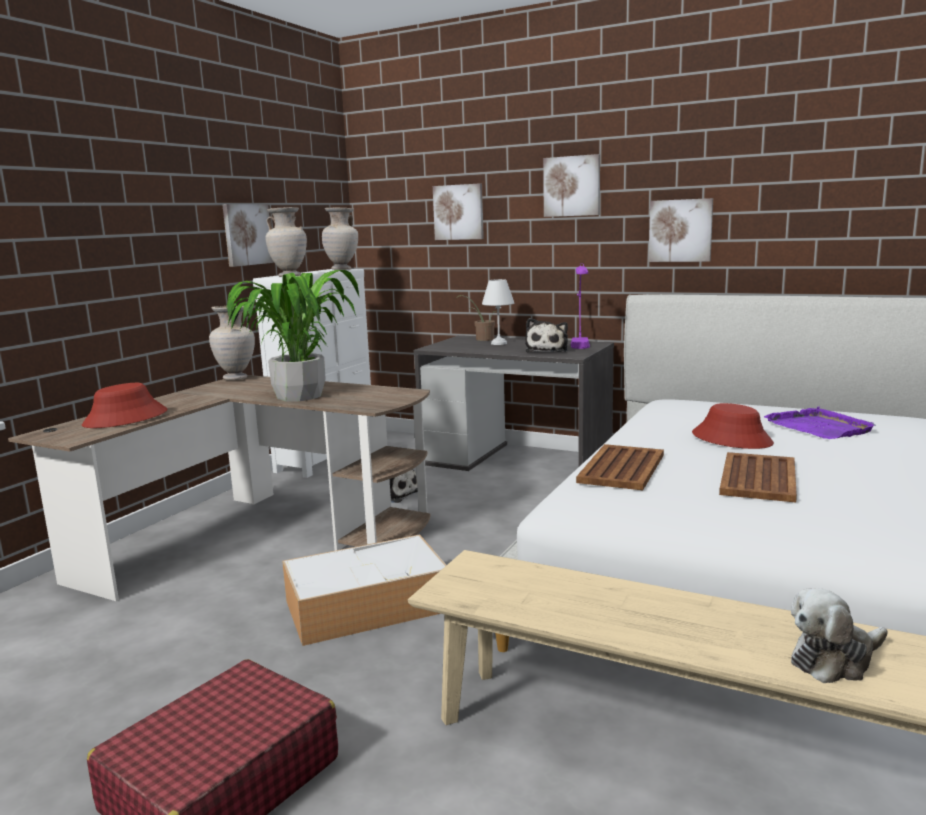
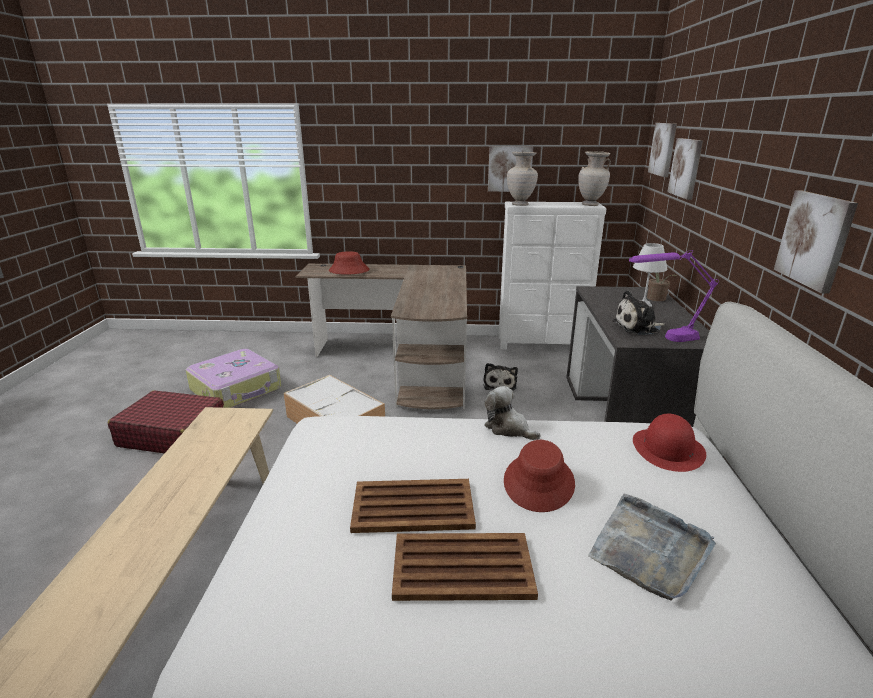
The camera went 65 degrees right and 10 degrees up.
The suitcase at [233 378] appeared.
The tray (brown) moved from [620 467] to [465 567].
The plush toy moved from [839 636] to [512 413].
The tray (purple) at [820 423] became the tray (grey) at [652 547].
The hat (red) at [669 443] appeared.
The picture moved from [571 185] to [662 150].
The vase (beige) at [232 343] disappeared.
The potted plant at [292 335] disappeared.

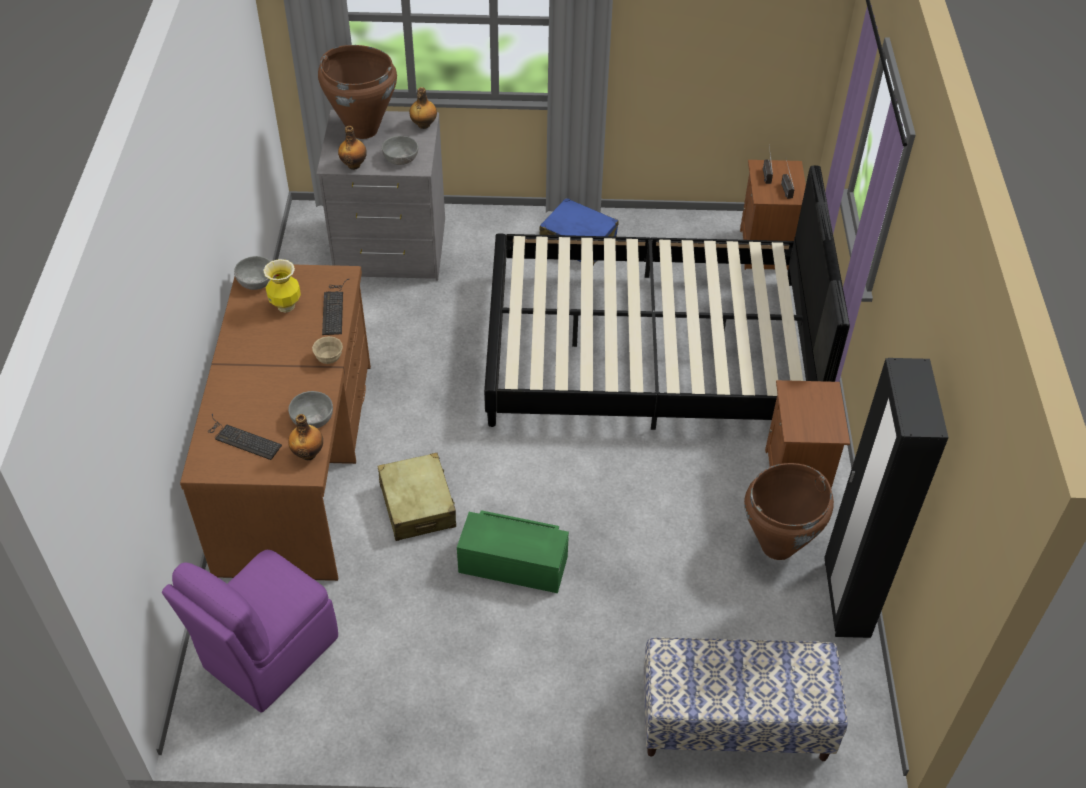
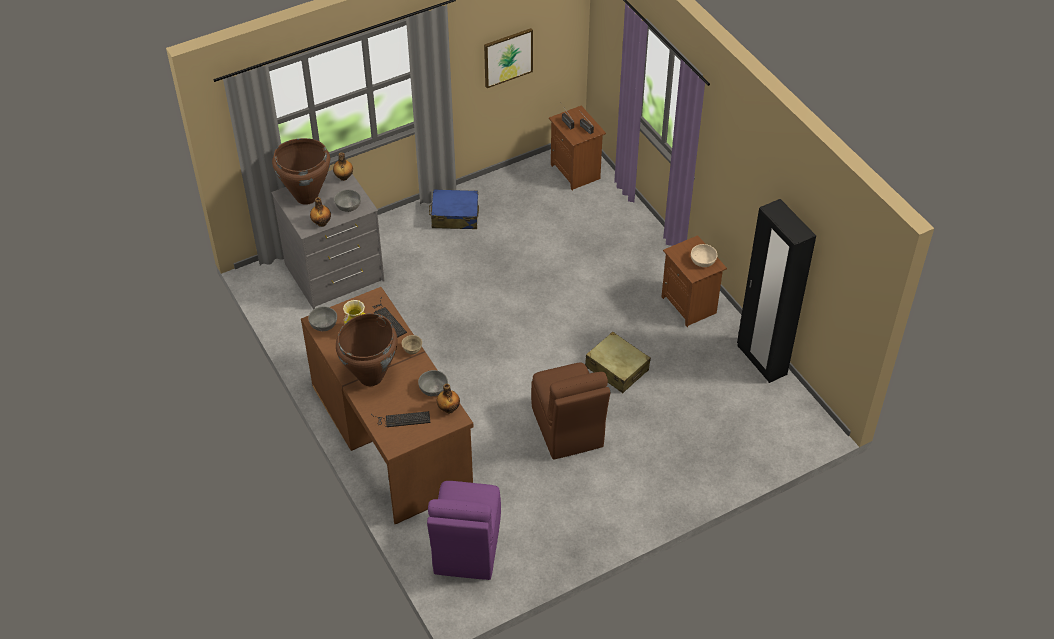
The camera went 30 degrees left and 0 degrees up.
The vase (brown) moved from [789 511] to [366 349].
The picture at [508 58] appeared.
The storage box (green) at [513 551] was replaced by the chair (brown) at [570 411].
The suitcase (beige) moved from [417 497] to [618 362].
The bowl (beige) at [704 255] appeared.
The bed (black) at [667 297] disappeared.
The bench at [746 699] disappeared.

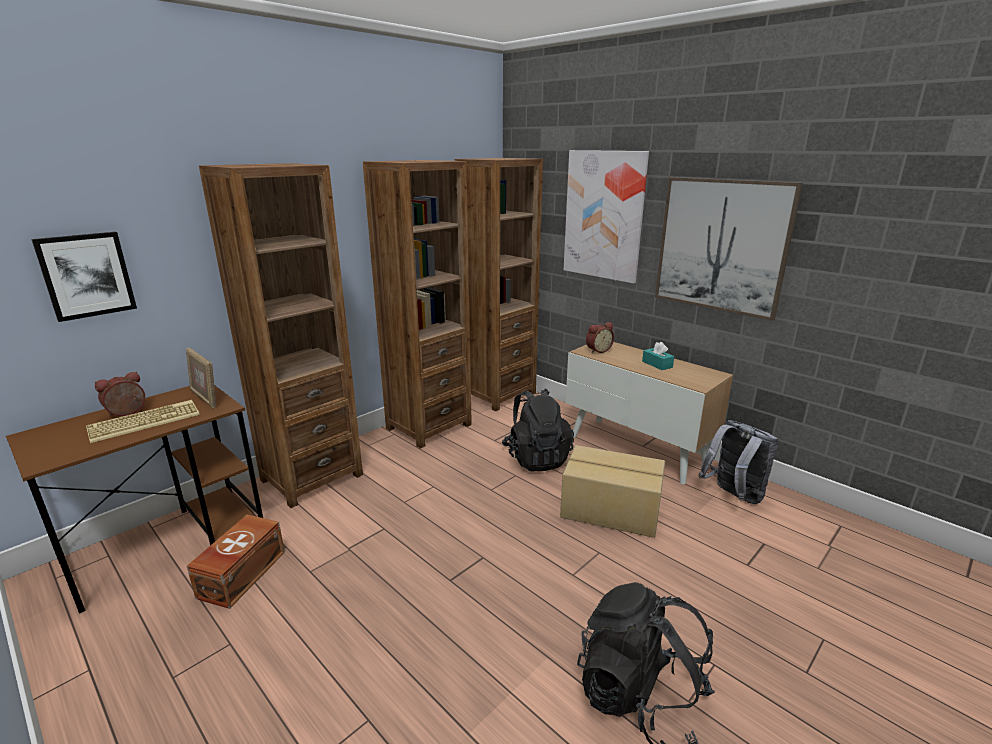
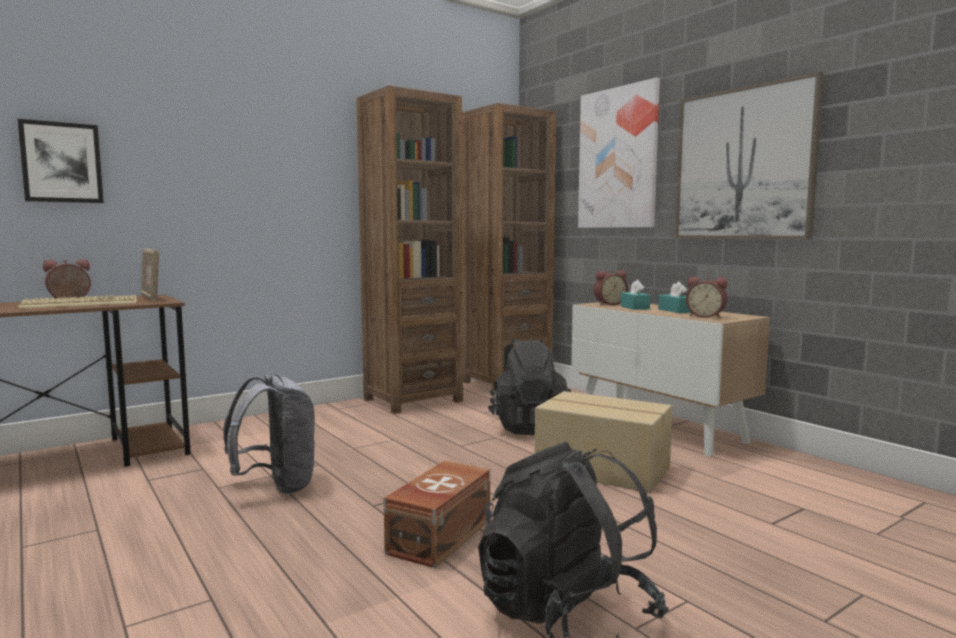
The camera went 10 degrees right and 15 degrees down.
The backpack (grey) moved from [739 462] to [269 433].
The storage box (brown) moved from [236 562] to [437 514].
The tissue box (turquoise) at [635 295] appeared.
The alarm clock at [706 297] appeared.
The bookcase (brown) at [281 335] disappeared.

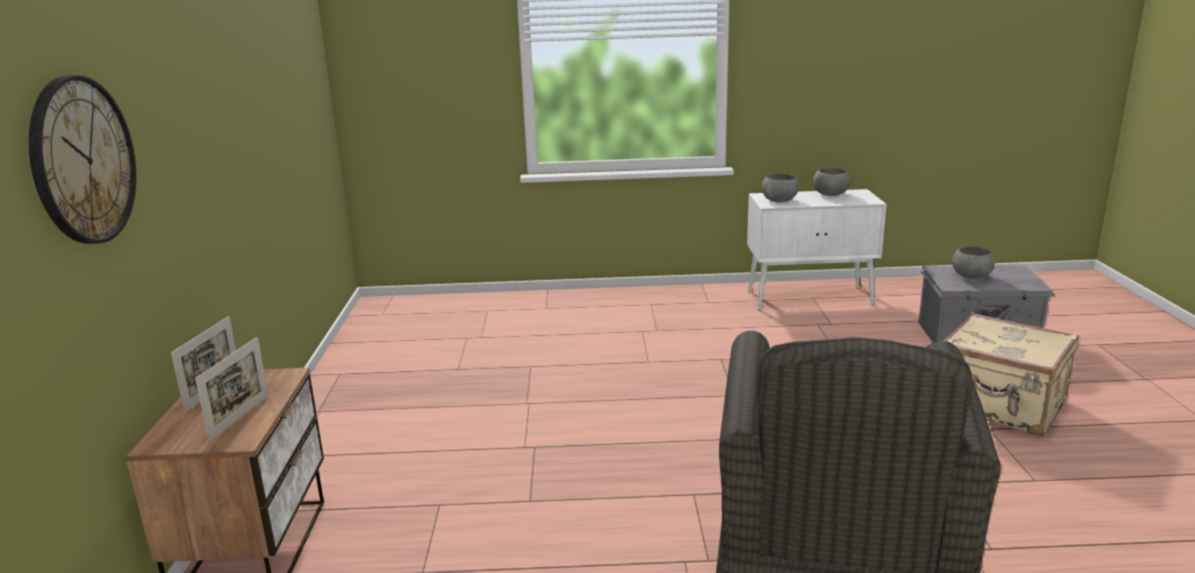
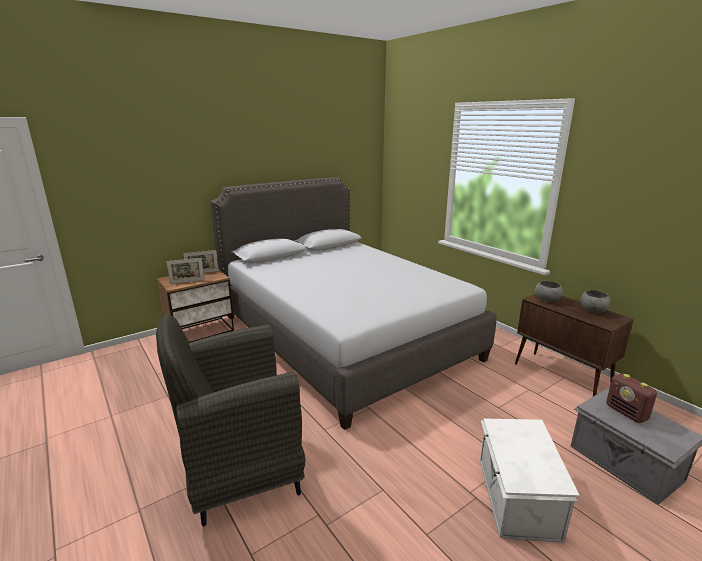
The camera went 55 degrees right and 0 degrees up.
The bed (grey) at [353 303] appeared.
The suitcase (beige) at [1011 374] was replaced by the storage box (white) at [530 480].
The cabinet (white) at [817 249] became the cabinet (brown) at [574 345].
The bowl (grey) at [973 262] was replaced by the radio at [631 398].
The wall clock at [82 159] disappeared.

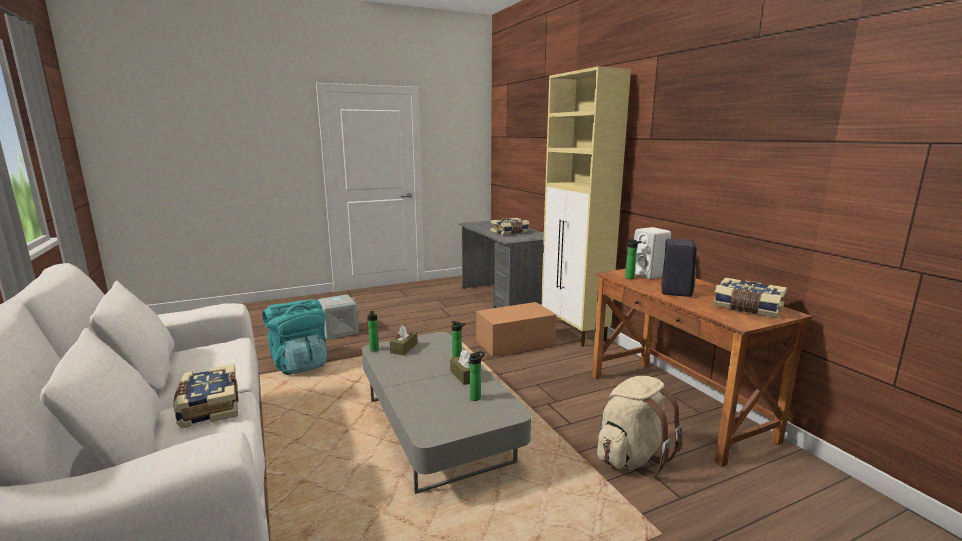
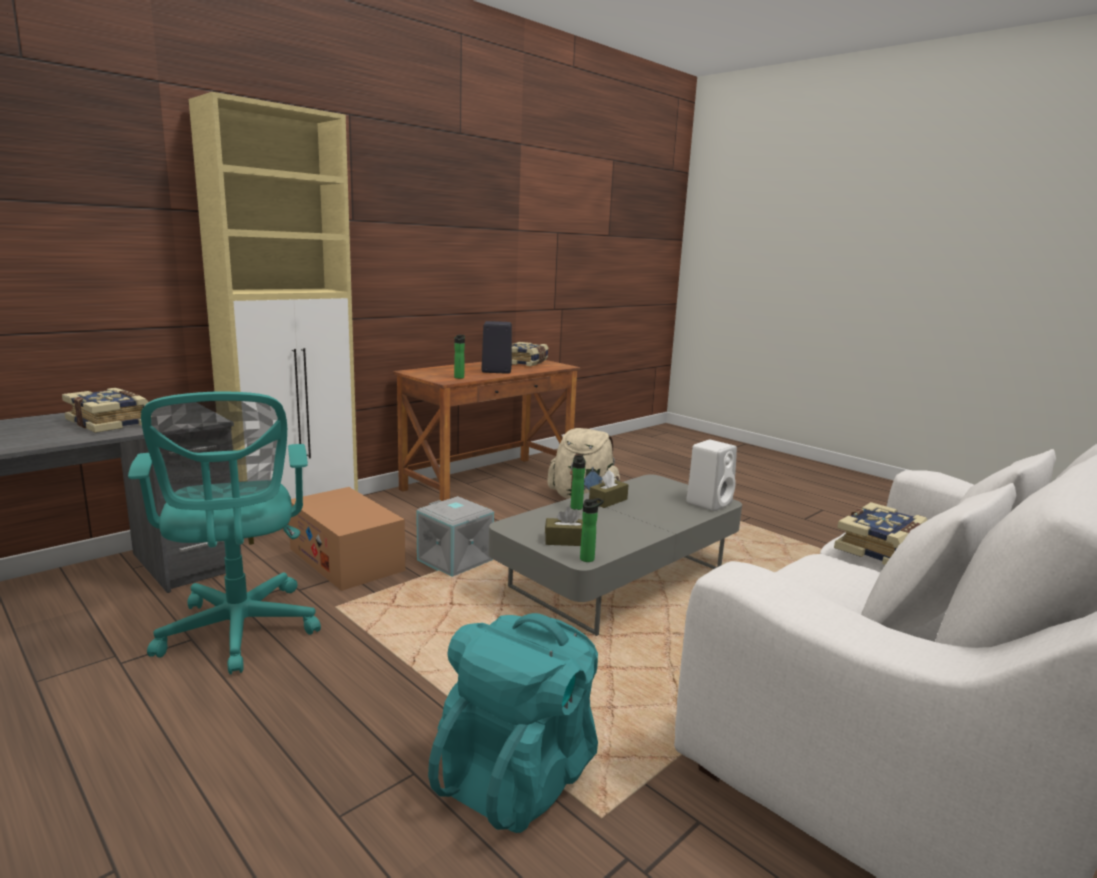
The camera went 110 degrees left and 0 degrees up.
The office chair (turquoise) at [224 532] appeared.
The storage box (grey) moved from [338 317] to [455 536].
The speaker (white) moved from [652 253] to [711 475].
The bottle at [477 376] disappeared.

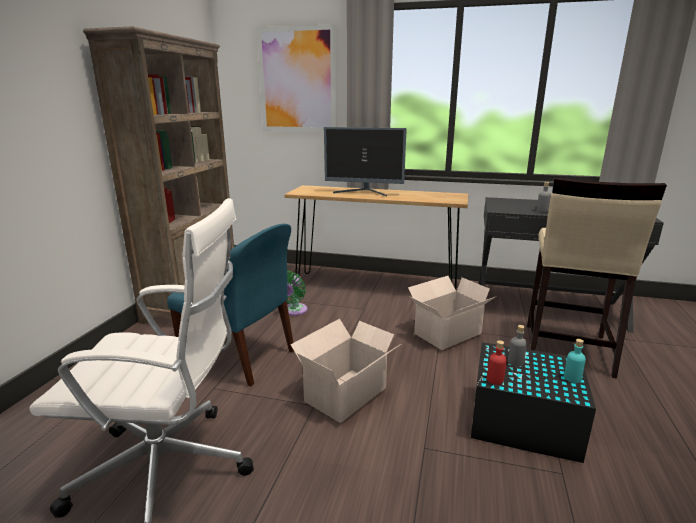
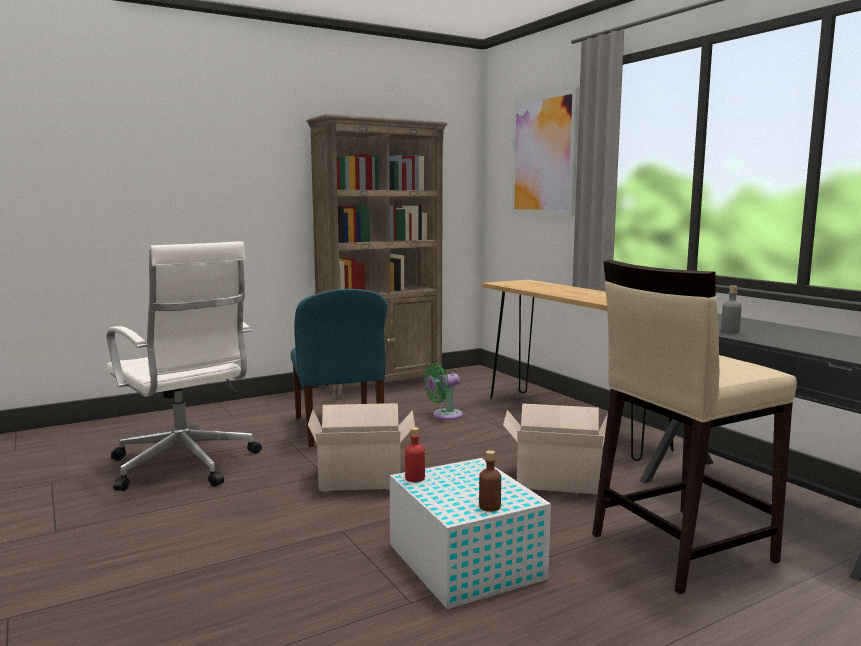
The camera went 45 degrees right and 10 degrees down.
The storage box (black) at [533 402] became the storage box (white) at [470 533].
The bottle (turquoise) at [575 361] became the bottle (brown) at [490 481].
The monitor at [365 161] disappeared.
The bottle (grey) at [517 346] disappeared.

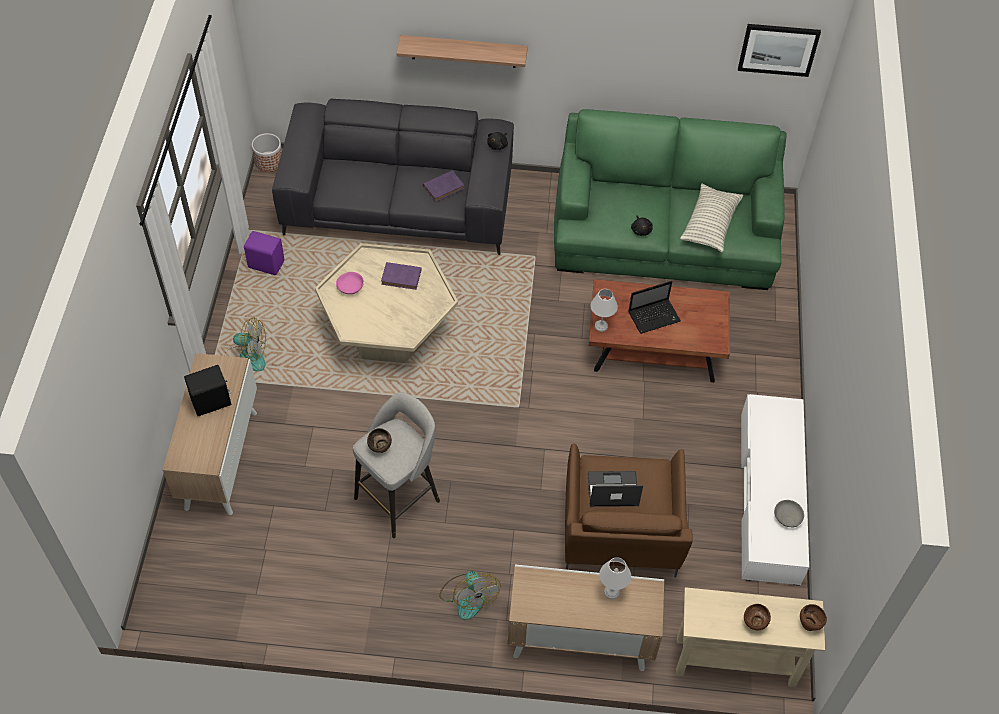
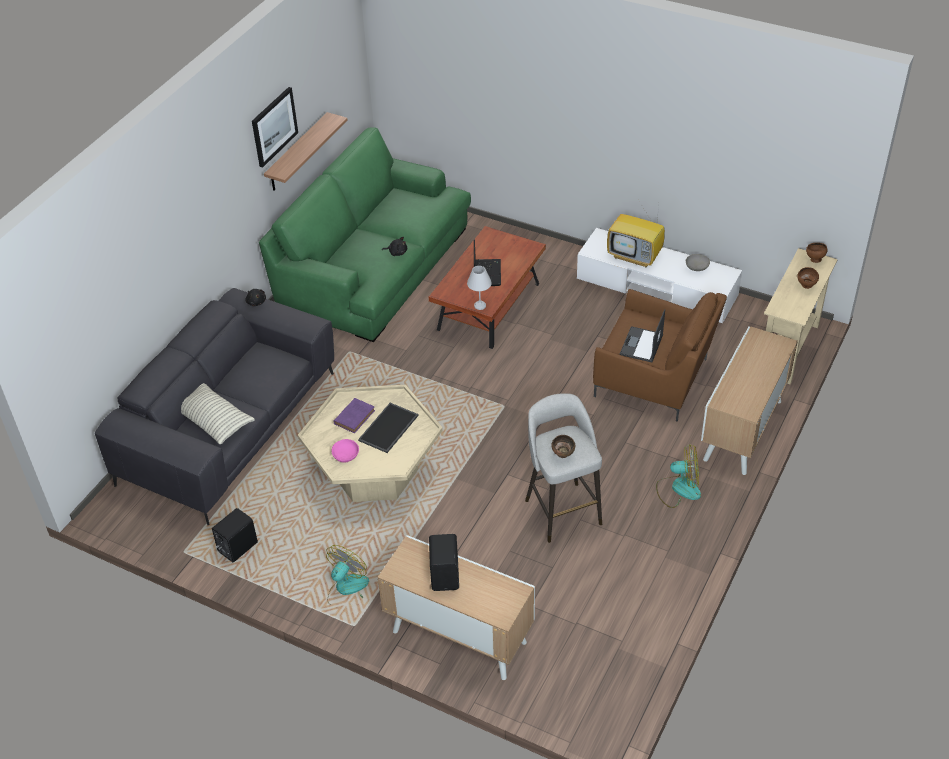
The camera went 65 degrees left and 10 degrees down.
The pillow moved from [711 218] to [218 413].
The speaker (purple) at [264 253] became the speaker (black) at [235 535].
The picture moved from [779 50] to [275 127].
The shelf moved from [462 51] to [306 151].
The tray at [388 428] appeared.
The television at [636 236] appeared.
The planter at [267 152] disappeared.
The book (purple) at [443 186] disappeared.
The table lamp (white) at [615 578] disappeared.

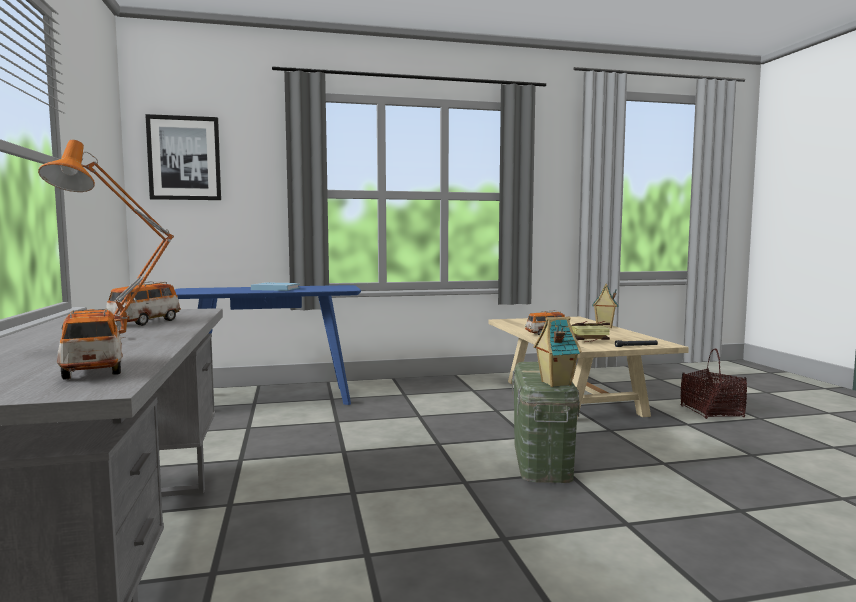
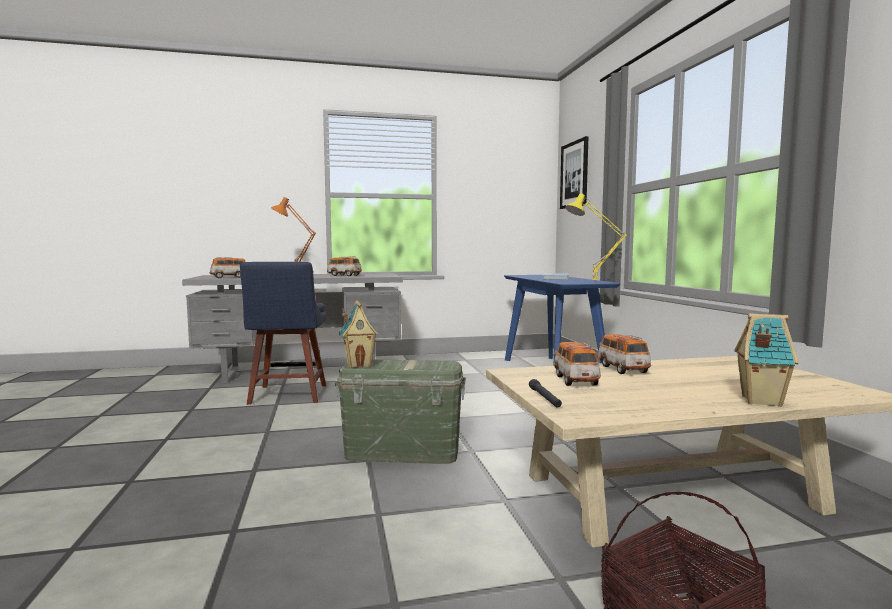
The camera went 90 degrees right and 0 degrees up.
The chair (blue) at [283 333] appeared.
The book at [590 331] was replaced by the toy car at [577 364].
The table lamp (yellow) at [596 237] appeared.

